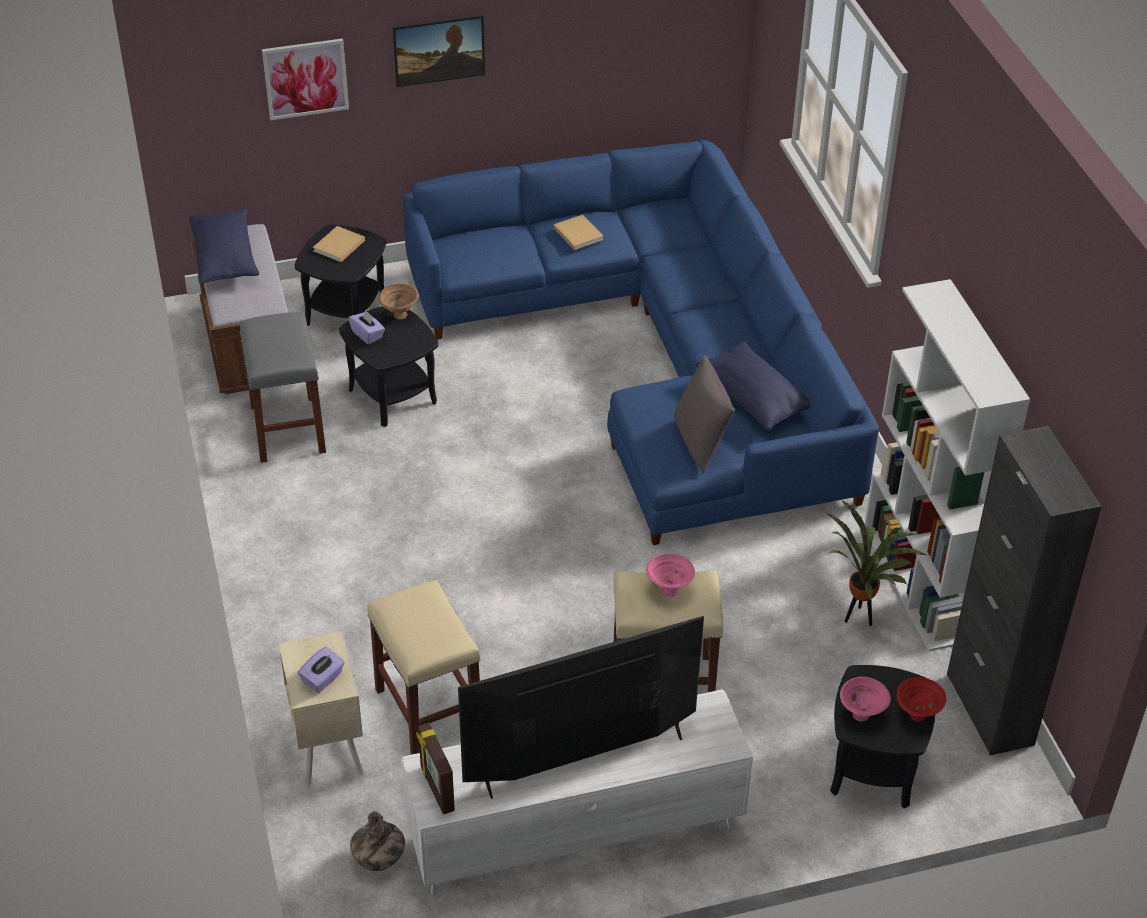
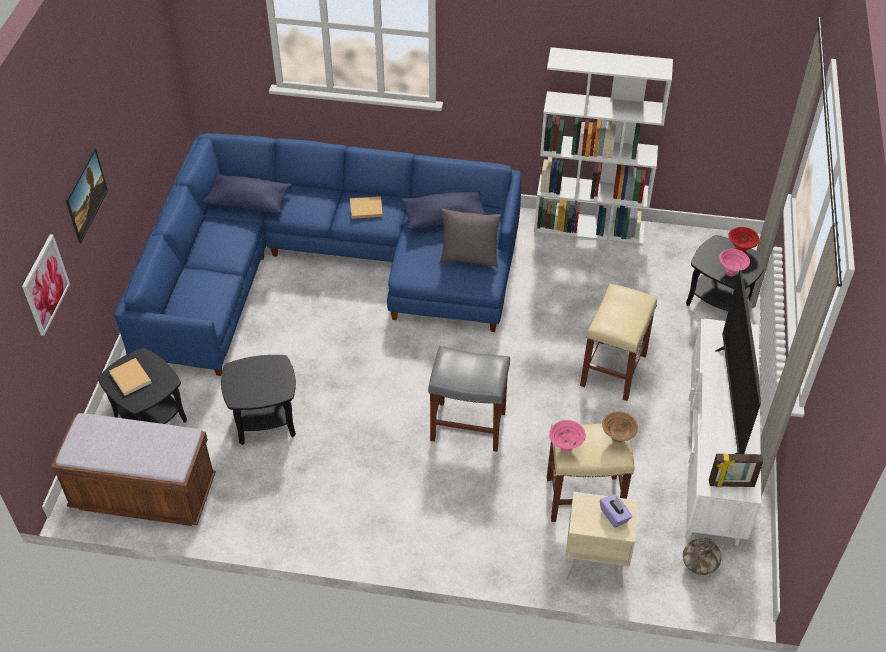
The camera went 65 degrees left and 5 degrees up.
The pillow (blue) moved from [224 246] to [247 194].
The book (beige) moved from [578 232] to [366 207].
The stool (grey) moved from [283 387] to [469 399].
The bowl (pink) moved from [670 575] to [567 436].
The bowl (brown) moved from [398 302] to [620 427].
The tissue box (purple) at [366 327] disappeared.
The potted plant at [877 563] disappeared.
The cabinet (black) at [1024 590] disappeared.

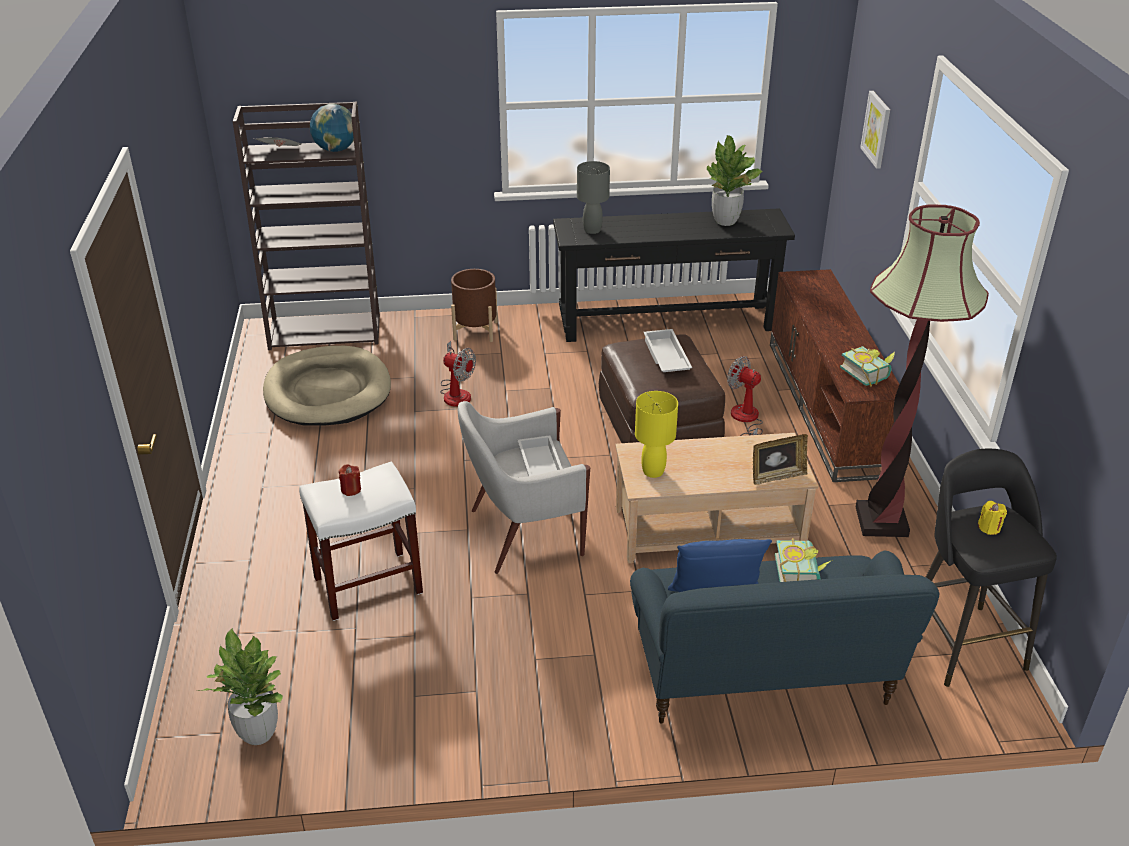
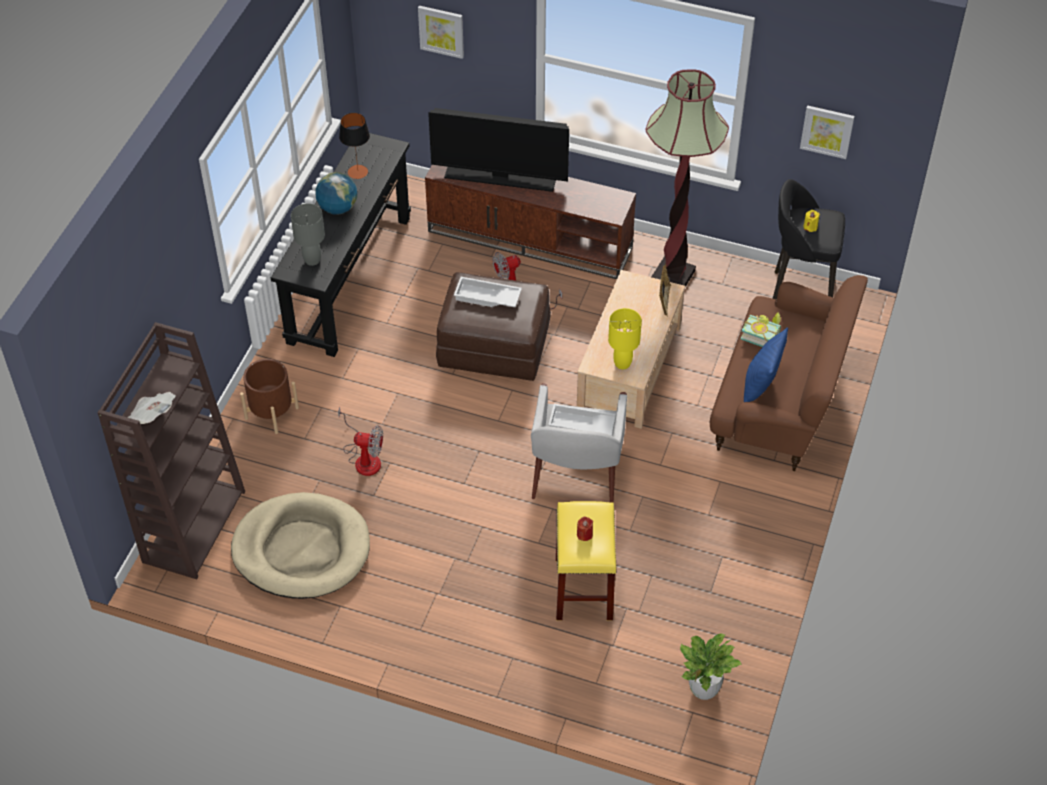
The camera went 65 degrees left and 15 degrees up.
The globe moved from [332 128] to [336 193].
The fan at [458 374] turned 45 degrees clockwise.
The potted plant at [734 180] was replaced by the table lamp at [354 146].
The television at [498 150] appeared.
The stool (white) at [361 541] became the stool (yellow) at [586 561].
The sofa (blue) at [785 637] became the sofa (brown) at [789 373].
The picture at [827 132] appeared.
The book at [867 366] disappeared.

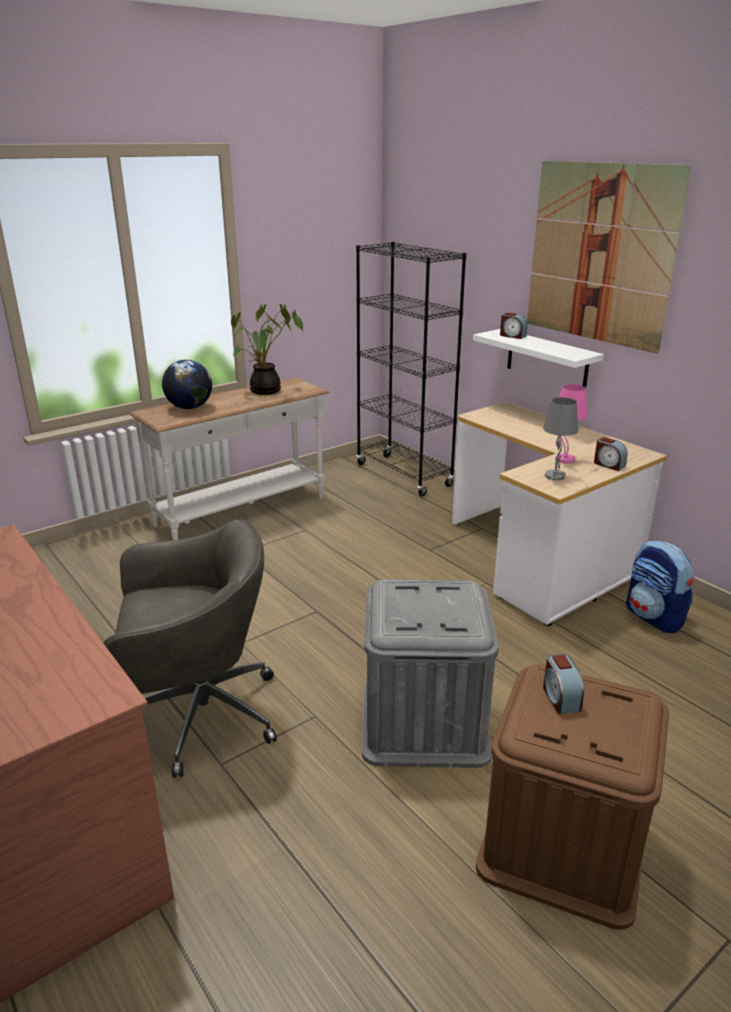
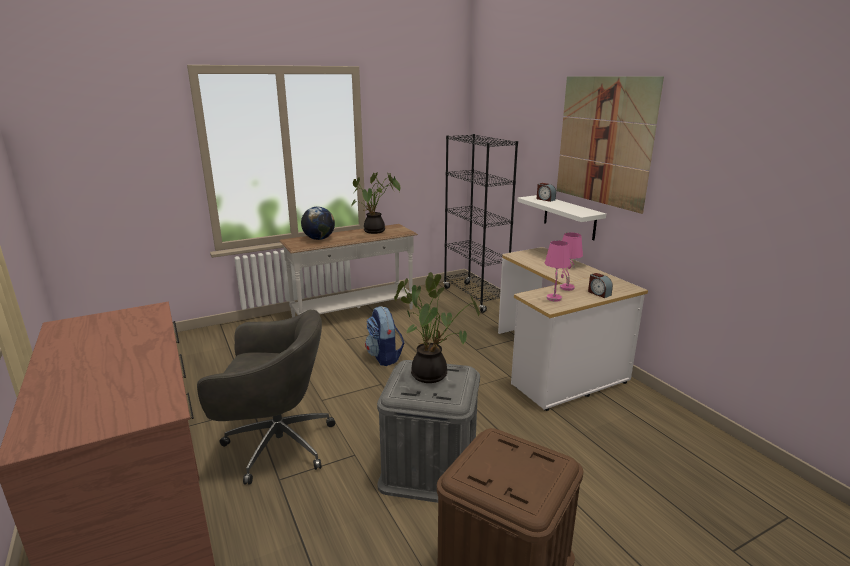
The camera went 10 degrees right and 5 degrees down.
The backpack moved from [660 587] to [384 336].
The potted plant at [437 327] appeared.
The table lamp (grey) at [560 438] became the table lamp (pink) at [557 271].
The alarm clock at [563 684] disappeared.

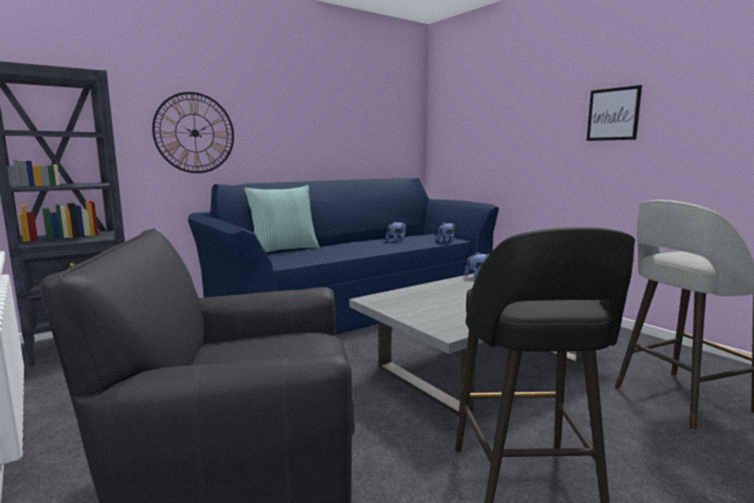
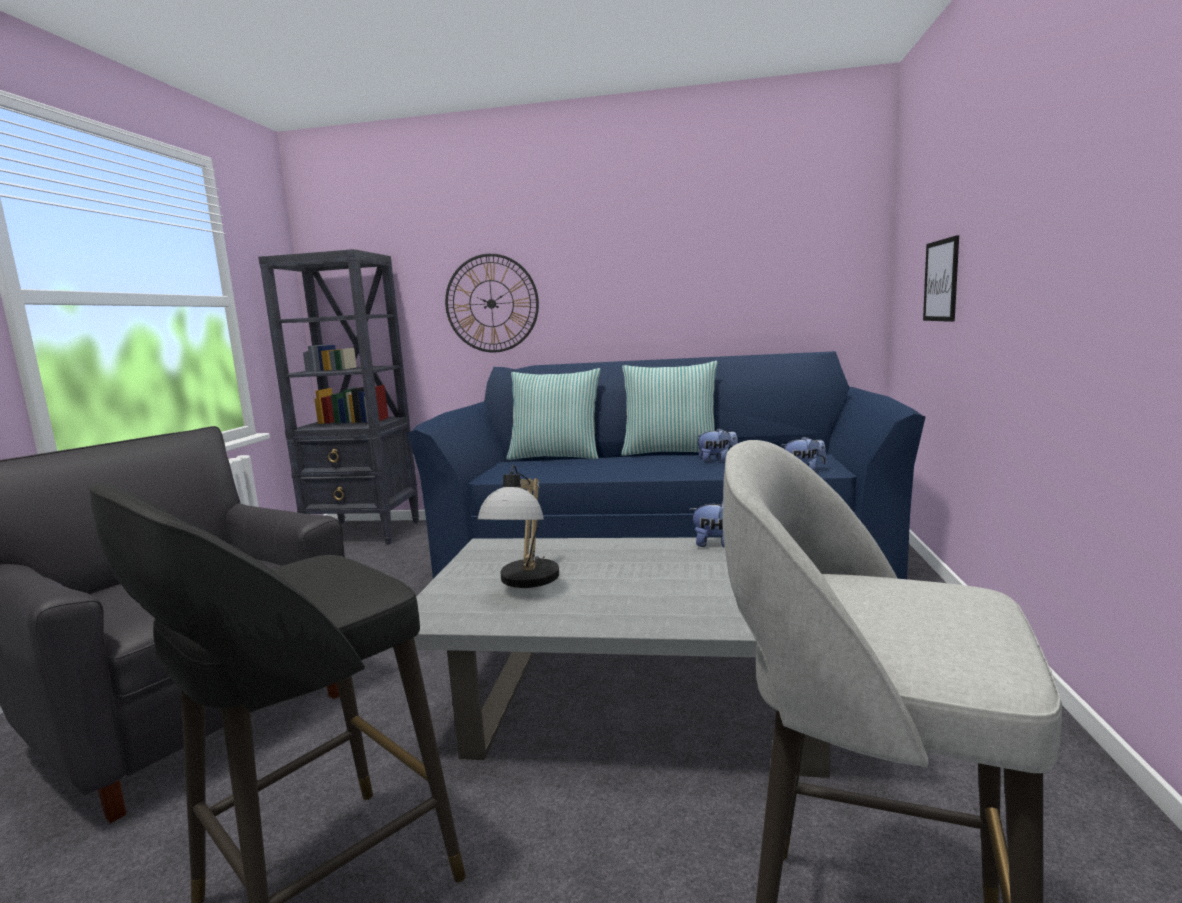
The camera went 45 degrees right and 0 degrees up.
The table lamp at [518 526] appeared.
The pillow at [669 408] appeared.
The picture moved from [614 113] to [941 278].

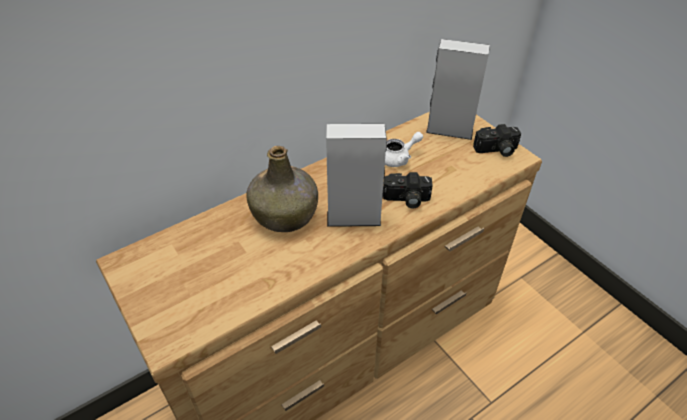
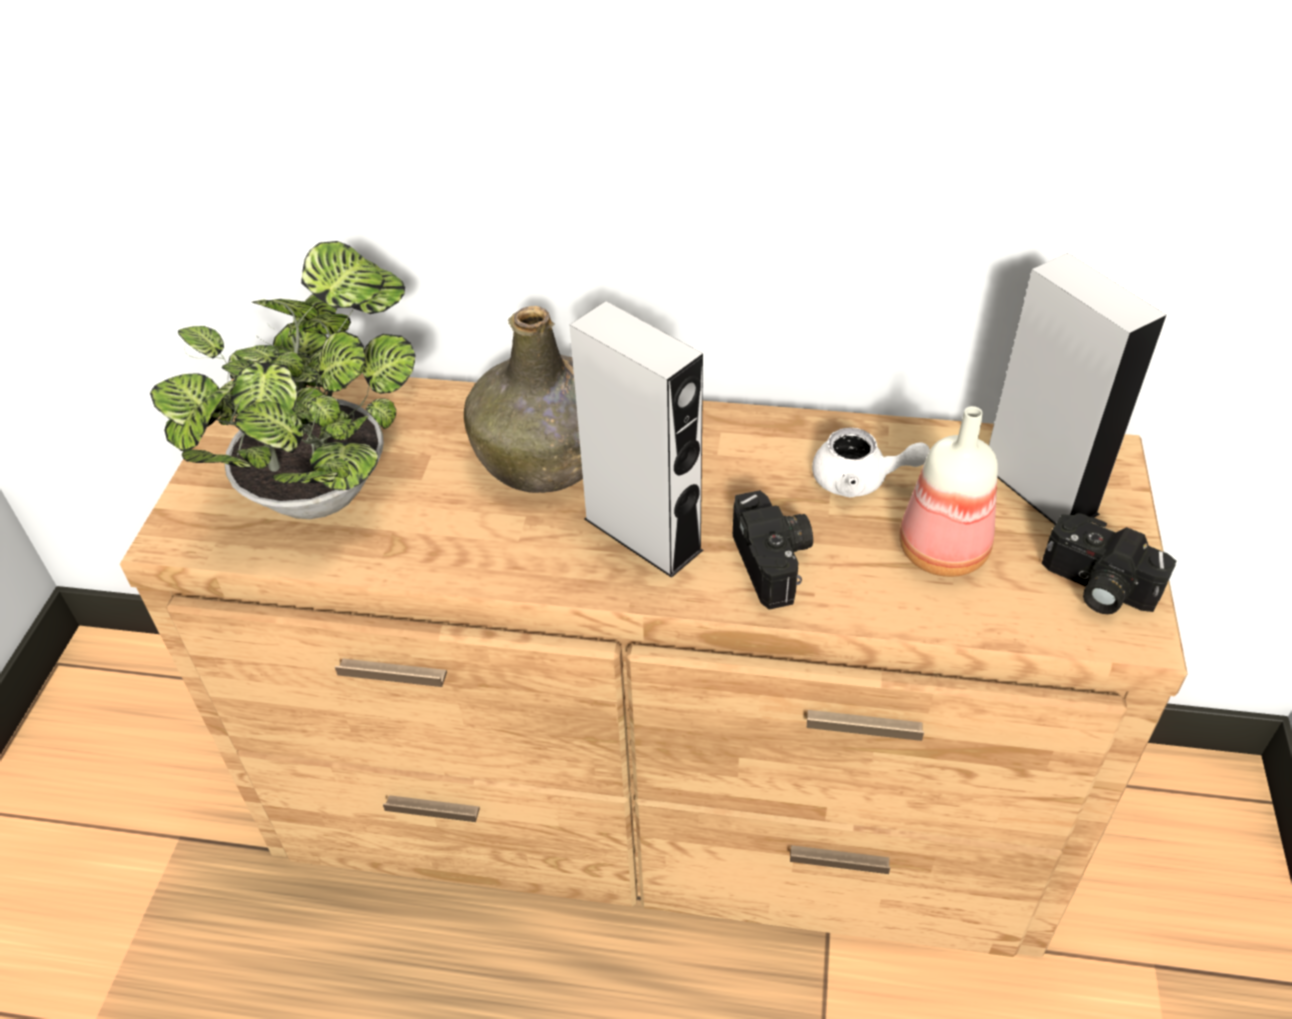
The camera went 45 degrees right and 0 degrees up.
The potted plant at [282 380] appeared.
The photo camera at [408 190] turned 150 degrees counterclockwise.
The bottle at [948 491] appeared.

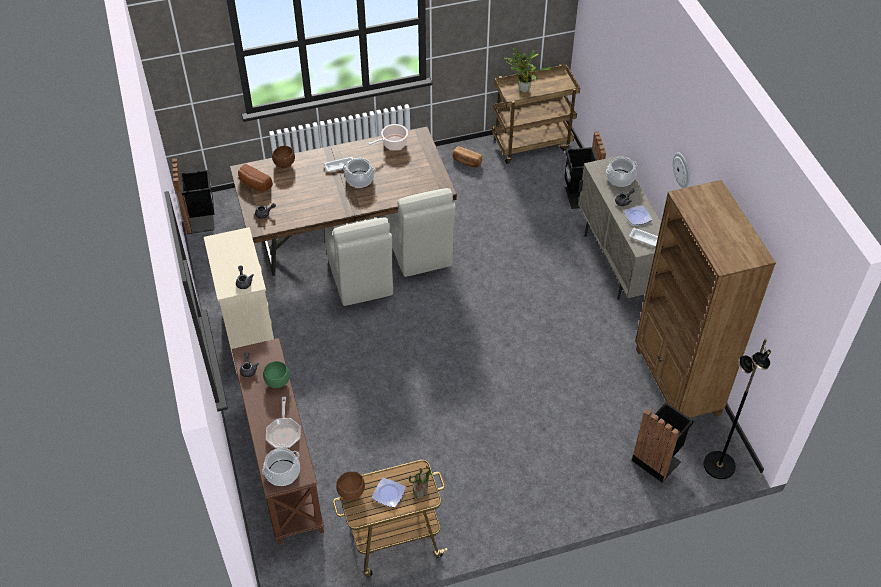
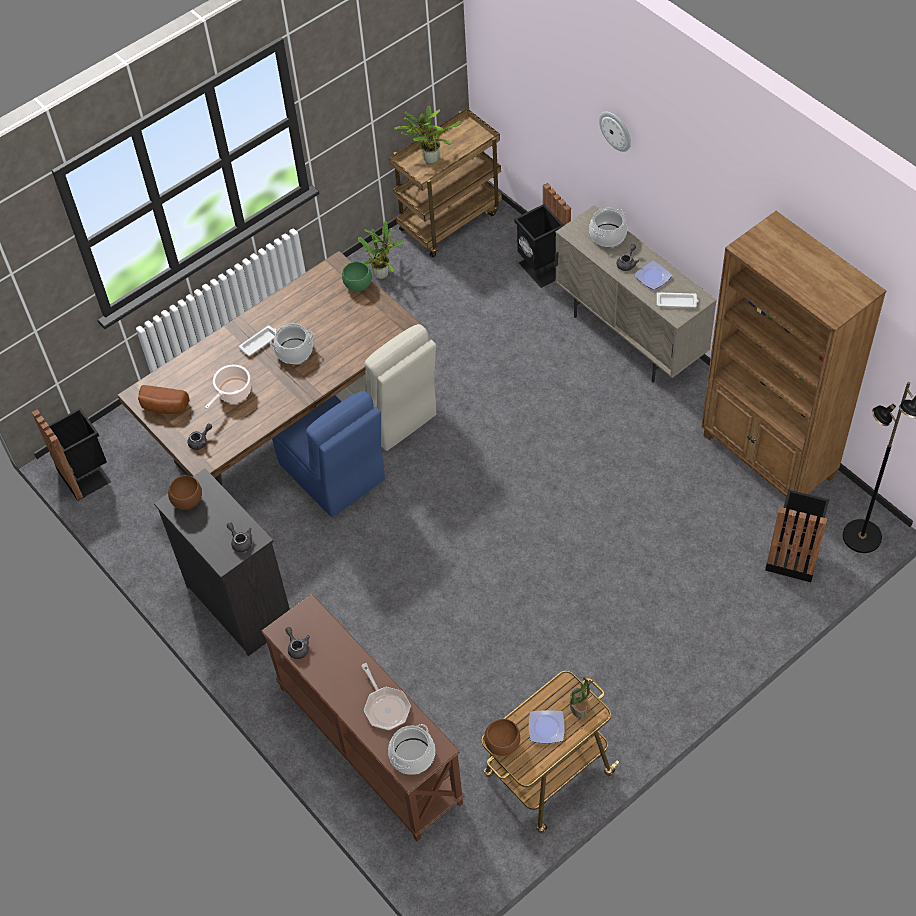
The camera went 20 degrees left and 5 degrees up.
The dresser (beige) at [239 300] became the dresser (black) at [222 562].
The bowl (brown) moved from [283 157] to [185 492].
The cooking pot moved from [388 137] to [228 387].
The chair (beige) at [358 261] became the chair (blue) at [328 454].
The bowl (green) moved from [276 374] to [357 277].
The bread at [467 156] was replaced by the potted plant at [381 250].
The wall clock moved from [681 170] to [615 132].

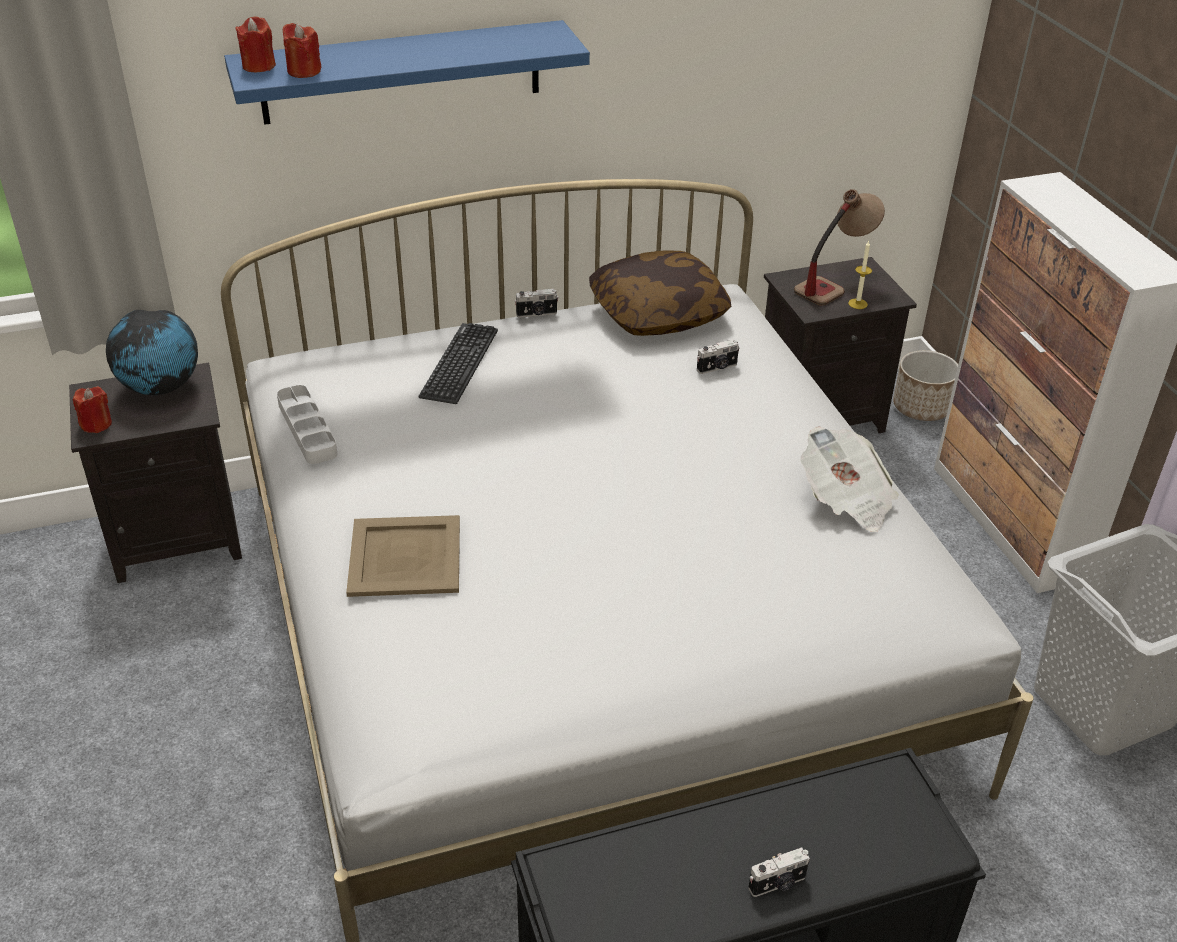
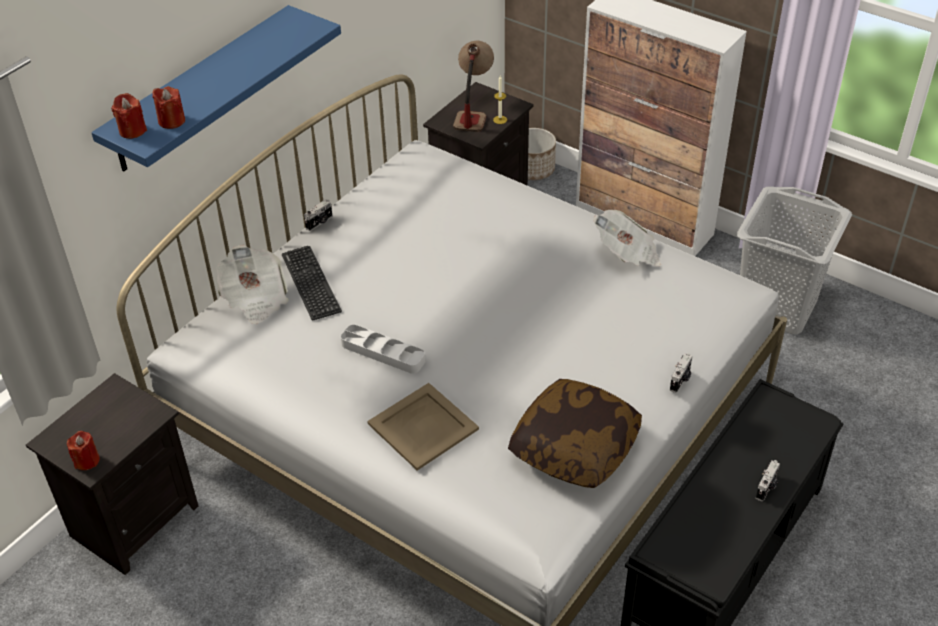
The camera went 35 degrees left and 5 degrees up.
The newspaper at [252 284] appeared.
The tray (grey) moved from [307 424] to [383 349].
The pillow moved from [660 293] to [575 433].
The photo camera moved from [718 356] to [681 373].
The globe at [152 352] disappeared.

